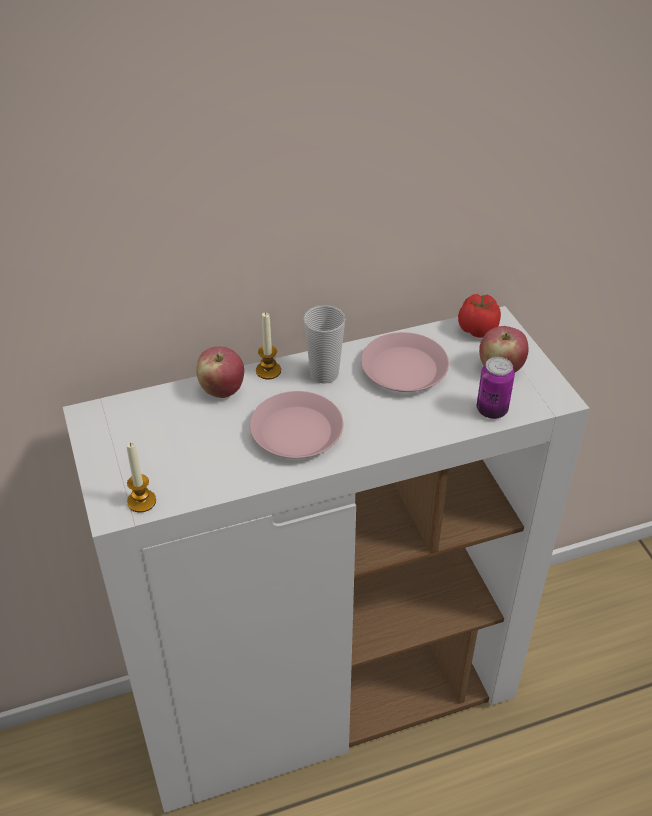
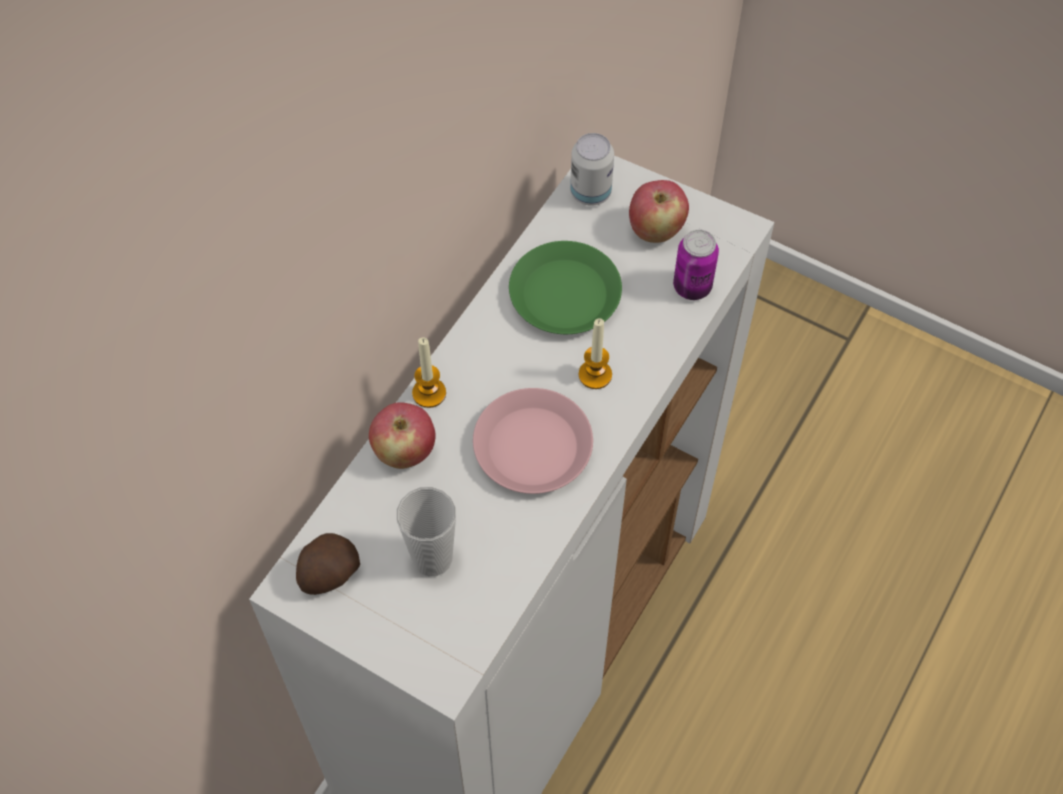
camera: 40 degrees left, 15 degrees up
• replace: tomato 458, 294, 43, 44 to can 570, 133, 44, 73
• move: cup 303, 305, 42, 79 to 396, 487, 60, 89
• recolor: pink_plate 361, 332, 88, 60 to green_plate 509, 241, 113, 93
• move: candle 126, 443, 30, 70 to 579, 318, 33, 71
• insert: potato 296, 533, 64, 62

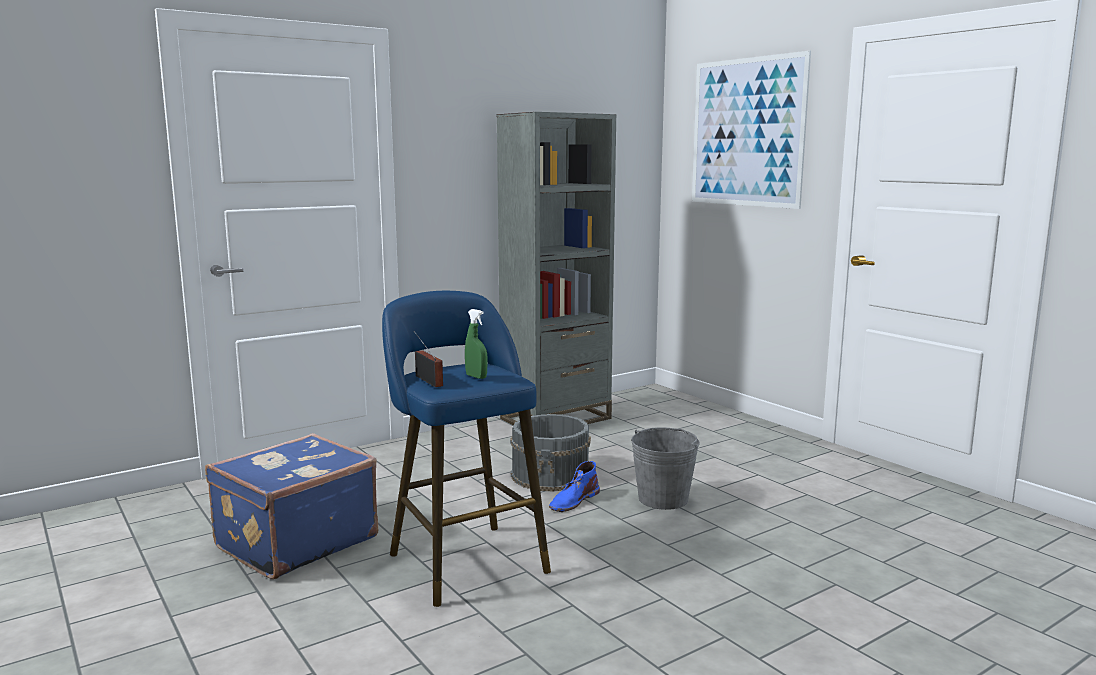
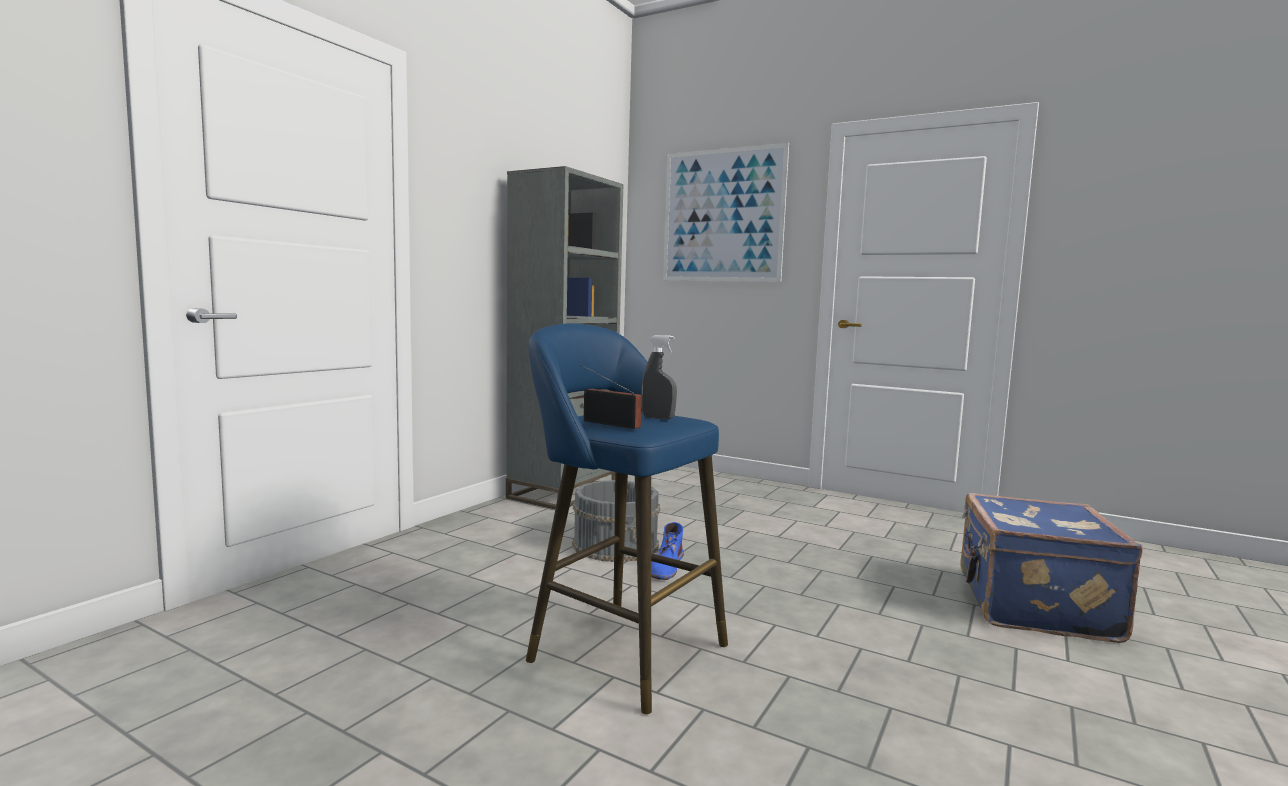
camera: 25 degrees left, 5 degrees down
• recolor: green_spray_bottle 465, 309, 22, 70 to grey_spray_bottle 641, 335, 36, 84
• delete: grey_bucket 631, 427, 68, 83
• move: blue_suitcase 205, 433, 173, 147 to 960, 493, 183, 150

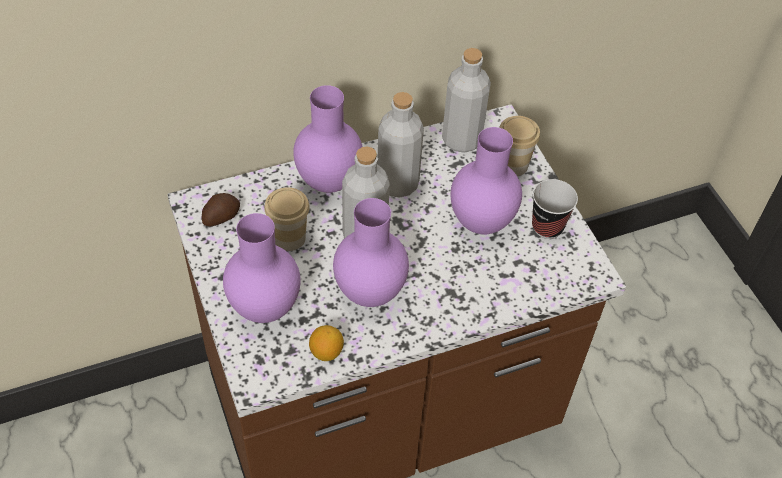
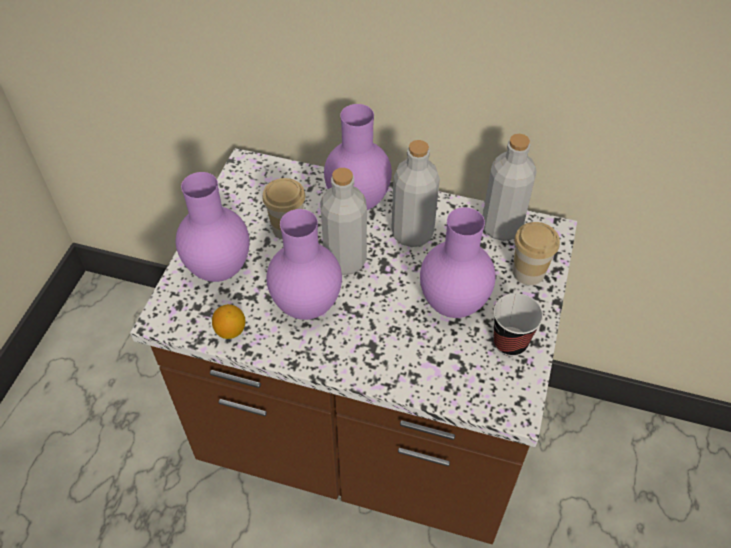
camera: 40 degrees right, 0 degrees up
• delete: potato 202, 193, 38, 34

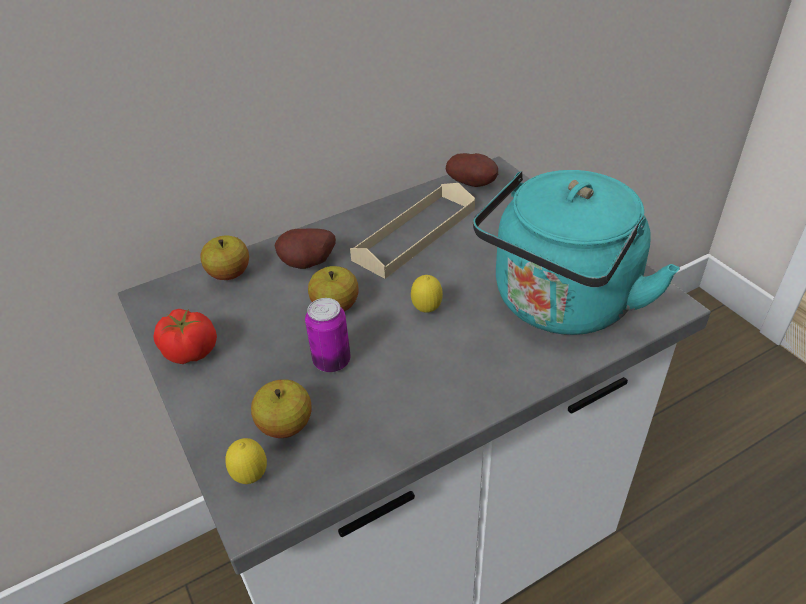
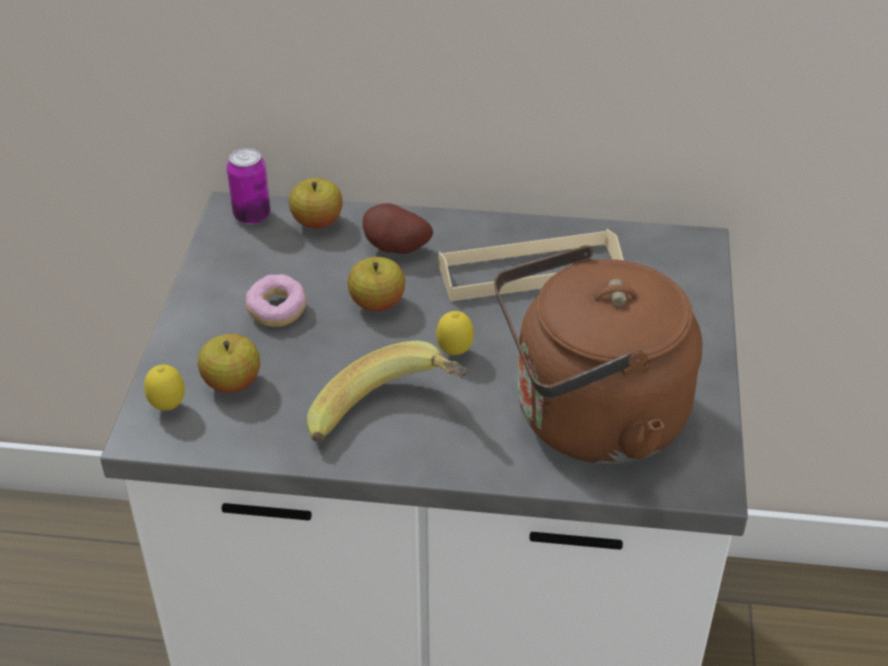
camera: 35 degrees right, 0 degrees up
• delete: potato 446, 153, 52, 34
• recolor: turquoise_kettle 473, 170, 207, 165 to brown_kettle 494, 245, 208, 219
• move: can 305, 298, 46, 74 to 227, 148, 43, 76
• delete: tomato 153, 309, 64, 55
• insert: donut 245, 274, 62, 53
• insert: banana 307, 341, 161, 102

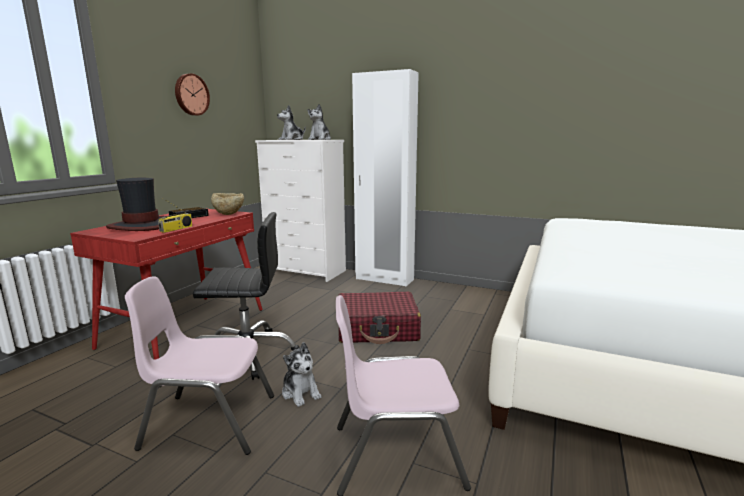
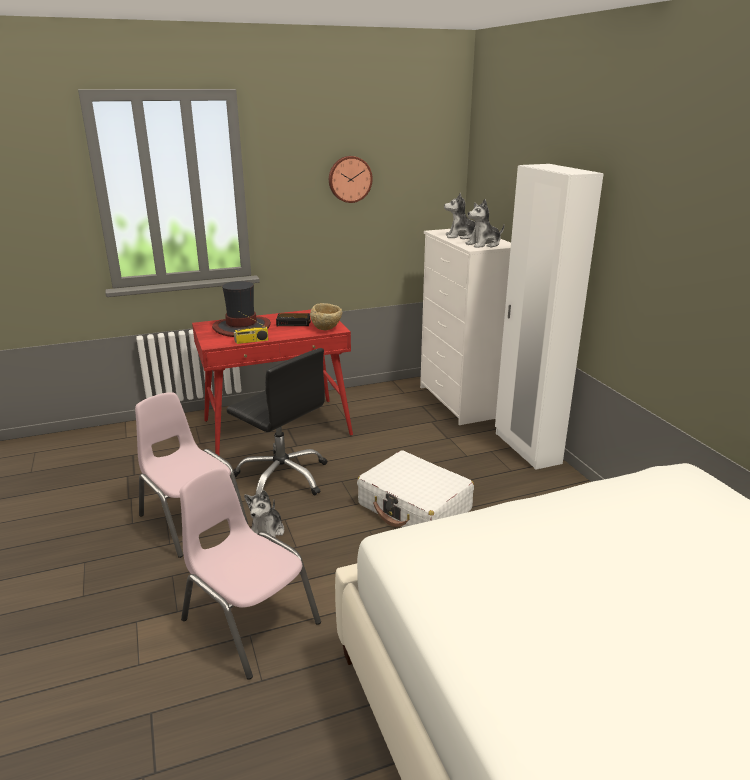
camera: 45 degrees right, 10 degrees up
• recolor: red_suitcase 338, 292, 83, 52 to white_suitcase 357, 450, 117, 77

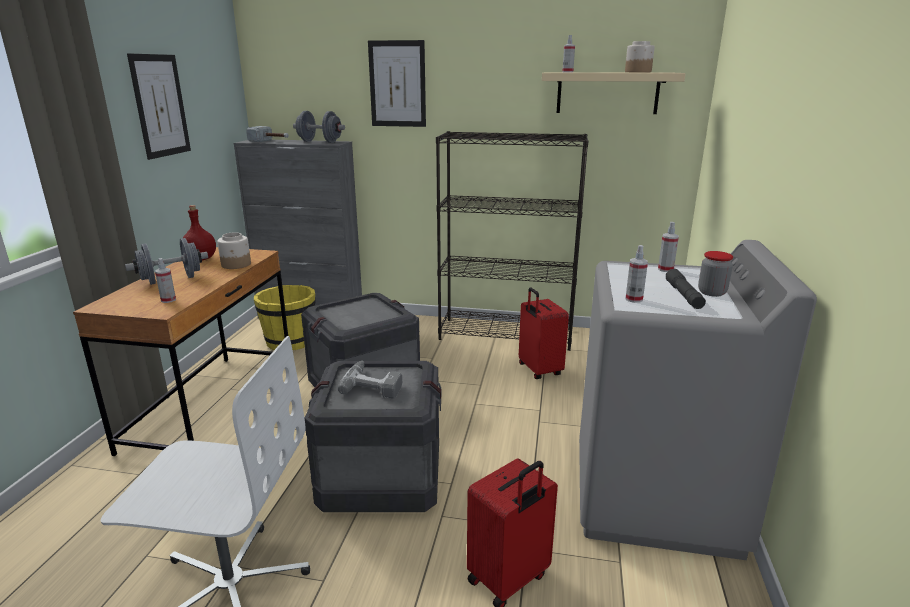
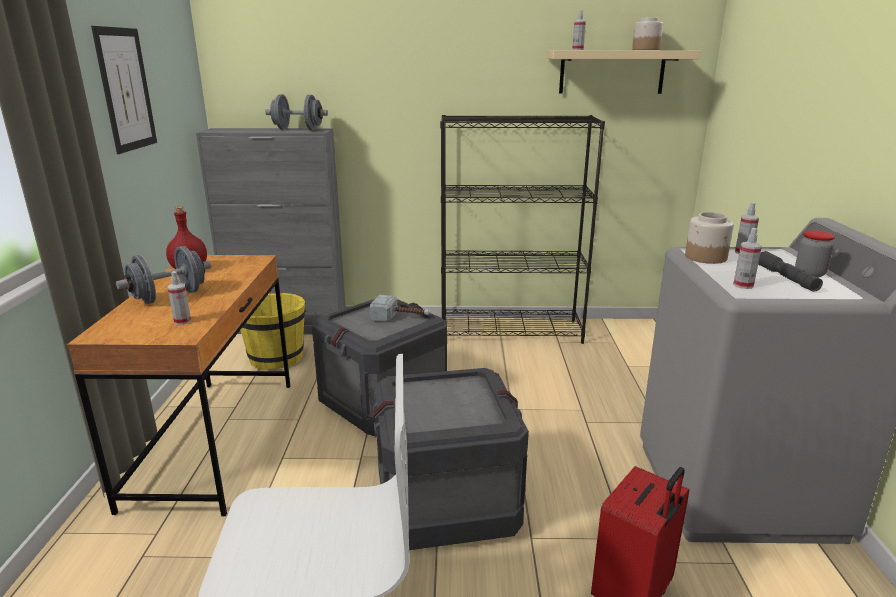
camera: 10 degrees left, 0 degrees up
• delete: picture 368, 40, 58, 87
• move: hammer 246, 126, 43, 16 to 370, 295, 60, 26
• move: jar 217, 232, 34, 37 to 685, 212, 49, 52
• delete: red_suitcase 519, 287, 50, 92
• delete: power_drill 338, 361, 64, 38

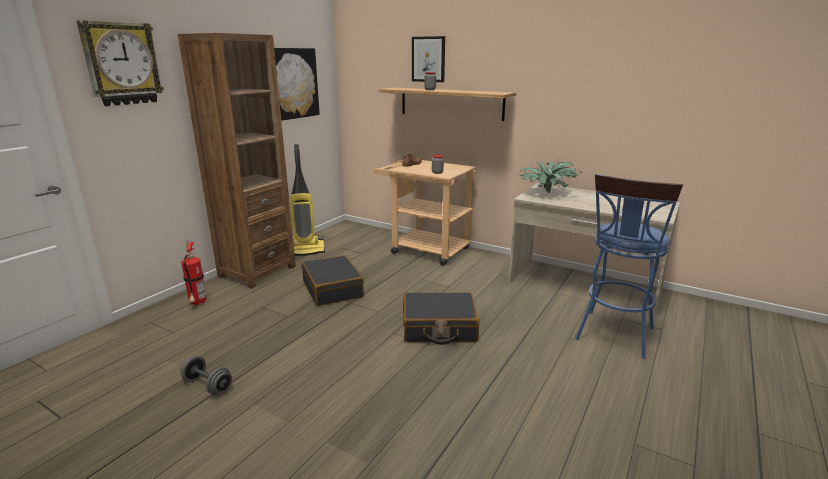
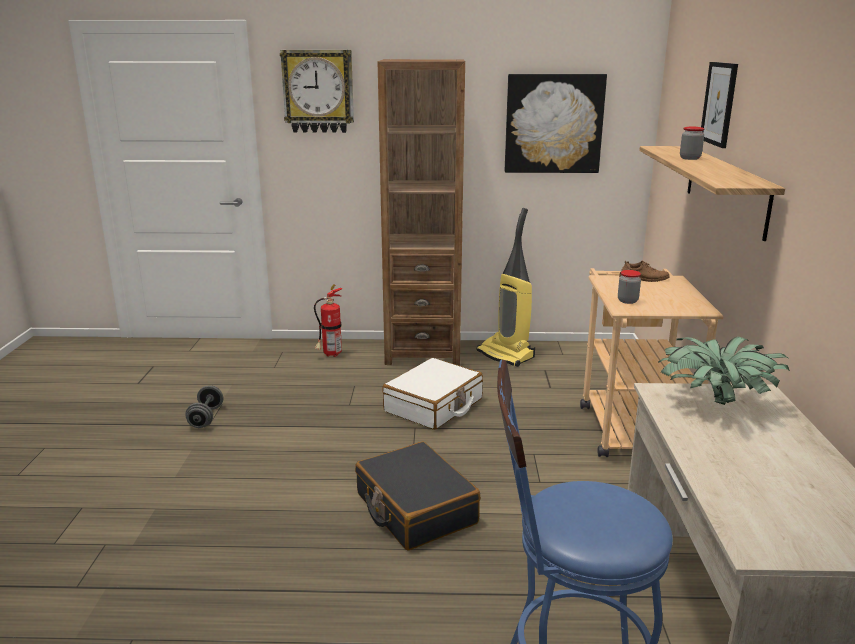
camera: 60 degrees right, 0 degrees up
• recolor: black_suitcase 302, 255, 62, 51 to white_suitcase 382, 358, 101, 72

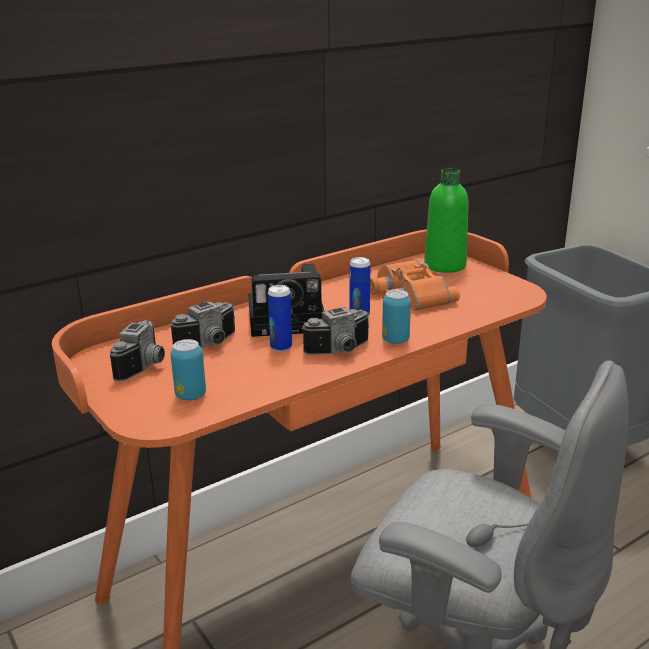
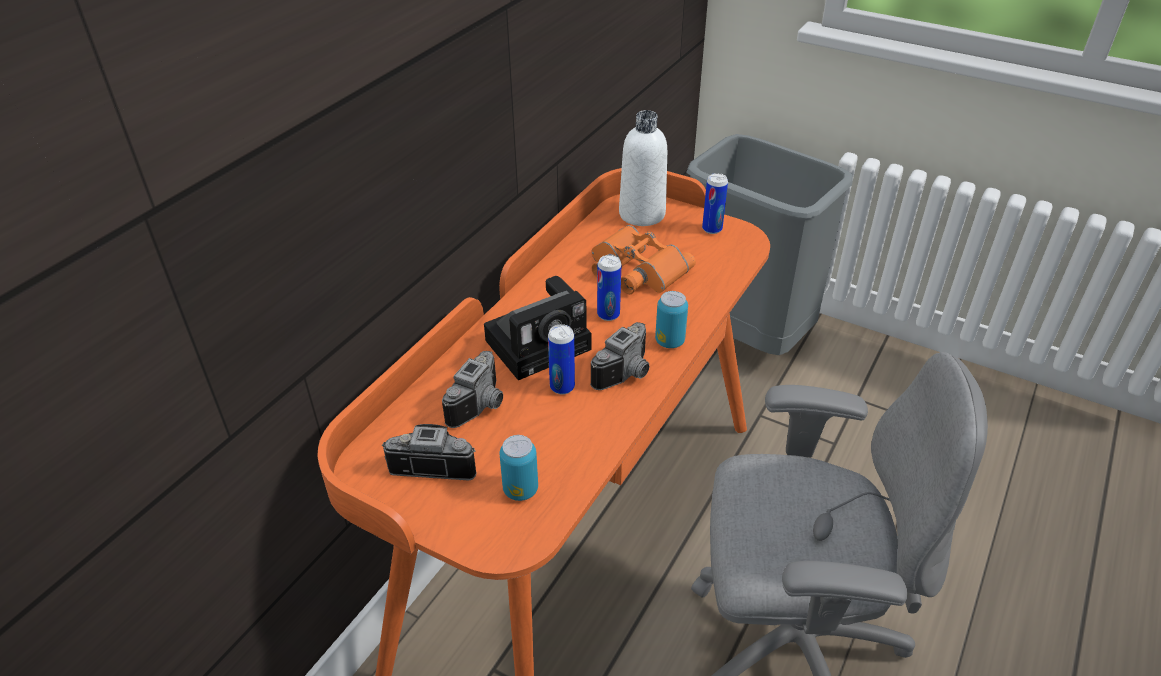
camera: 25 degrees left, 15 degrees up
• recolor: green_bottle 424, 168, 45, 105 to white_bottle 619, 110, 48, 116
• rotate: photo_camera 110, 320, 55, 61 = 382, 424, 94, 57 75 degrees counterclockwise
• insert: can 702, 173, 26, 61

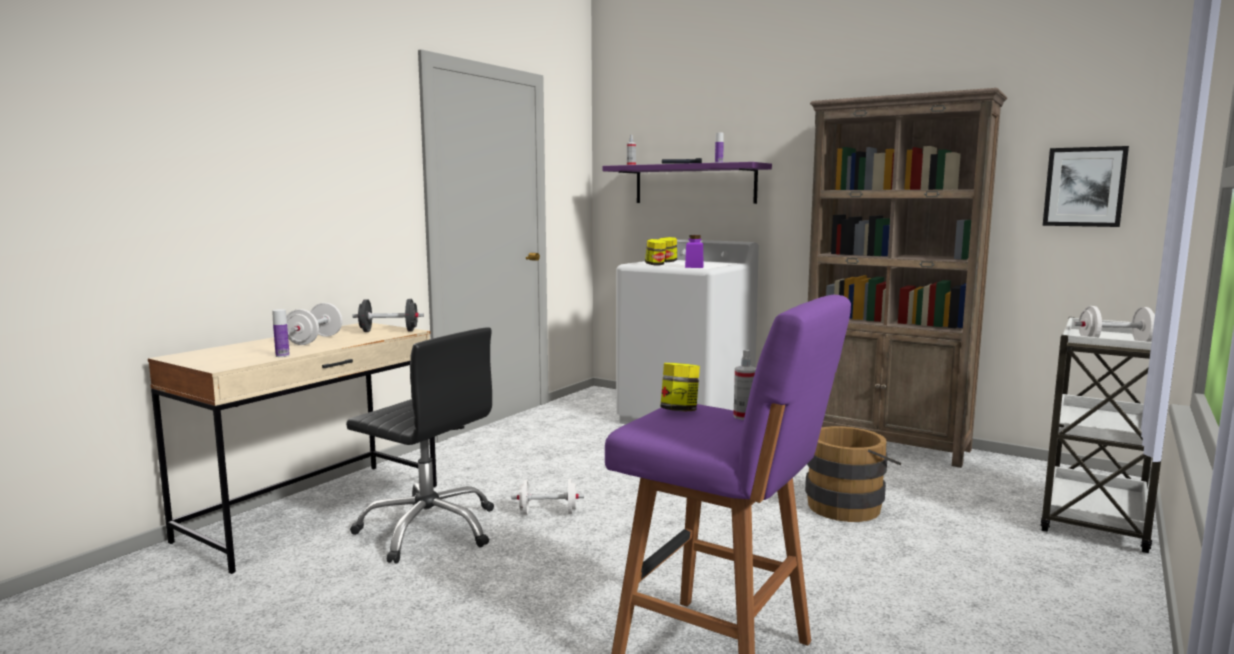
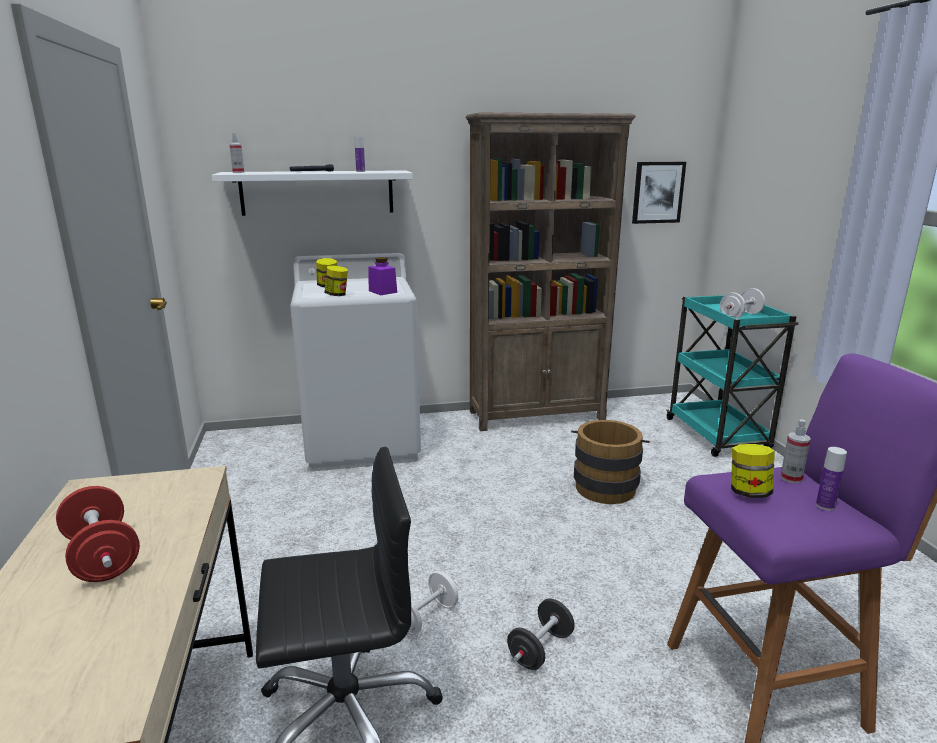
camera: 45 degrees left, 10 degrees up
• recolor: purple_shelf 602, 162, 170, 42 to white_shelf 212, 170, 201, 46
• move: black_dumbbell 352, 299, 72, 33 to 507, 599, 68, 71
• recolor: white_dumbbell 287, 303, 55, 42 to red_dumbbell 56, 486, 84, 96
• move: bottle 272, 309, 18, 48 to 816, 447, 31, 64
• recolor: white_cart 1041, 317, 135, 236 to turquoise_cart 666, 295, 133, 162

